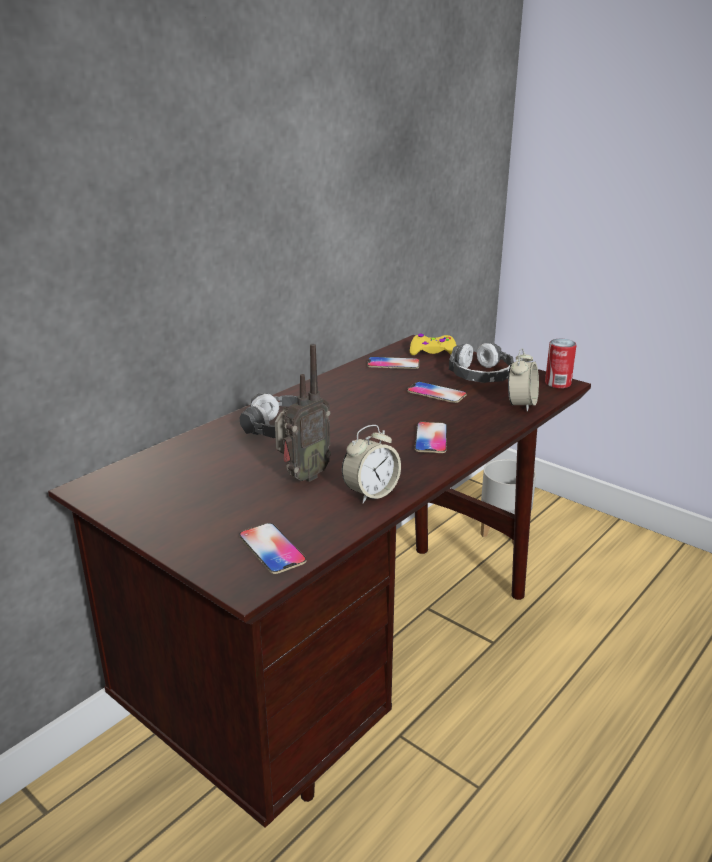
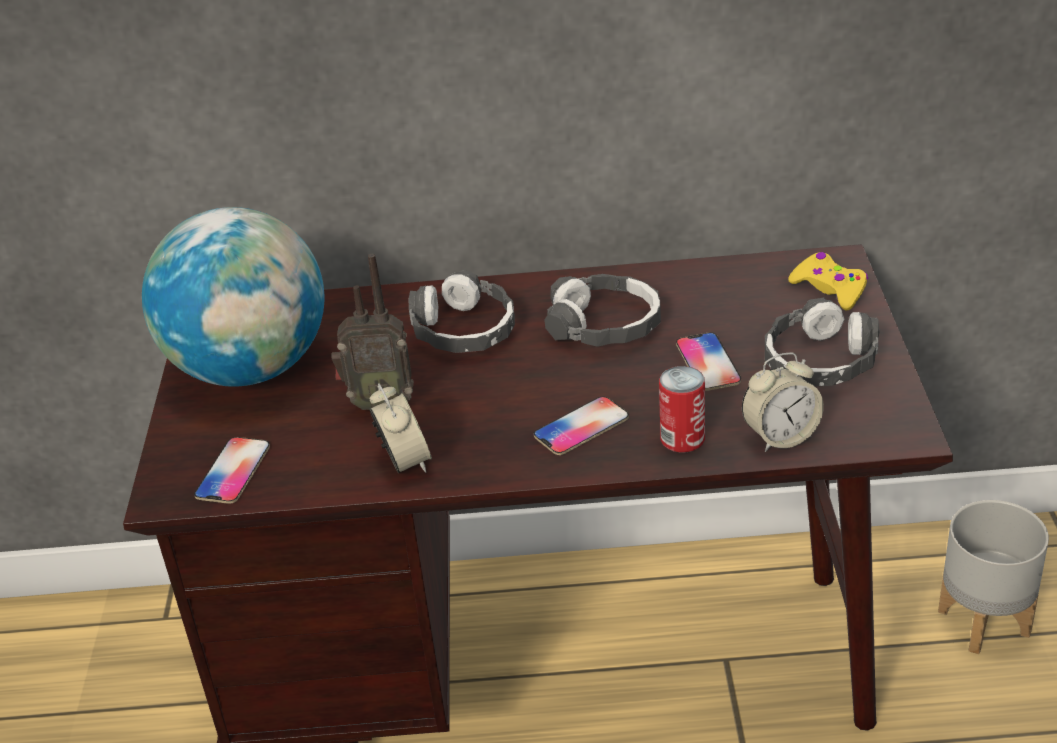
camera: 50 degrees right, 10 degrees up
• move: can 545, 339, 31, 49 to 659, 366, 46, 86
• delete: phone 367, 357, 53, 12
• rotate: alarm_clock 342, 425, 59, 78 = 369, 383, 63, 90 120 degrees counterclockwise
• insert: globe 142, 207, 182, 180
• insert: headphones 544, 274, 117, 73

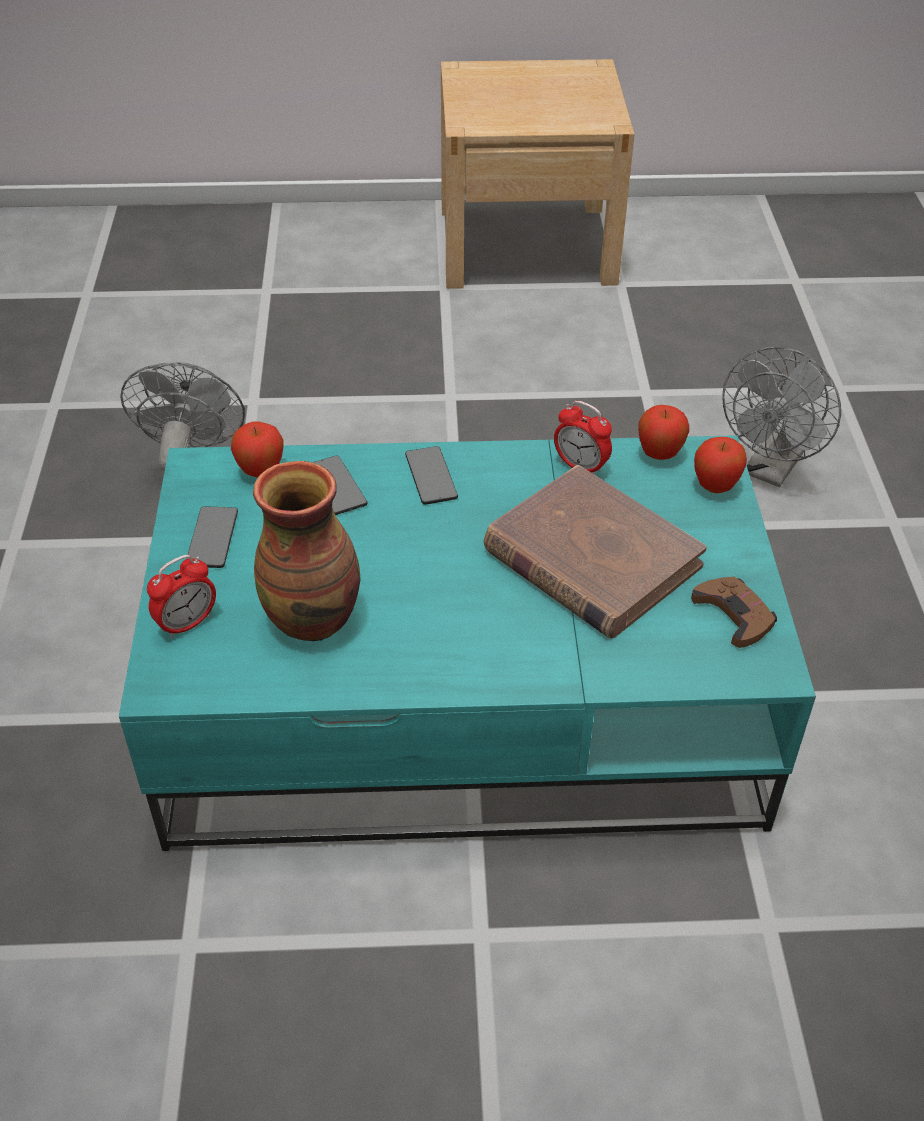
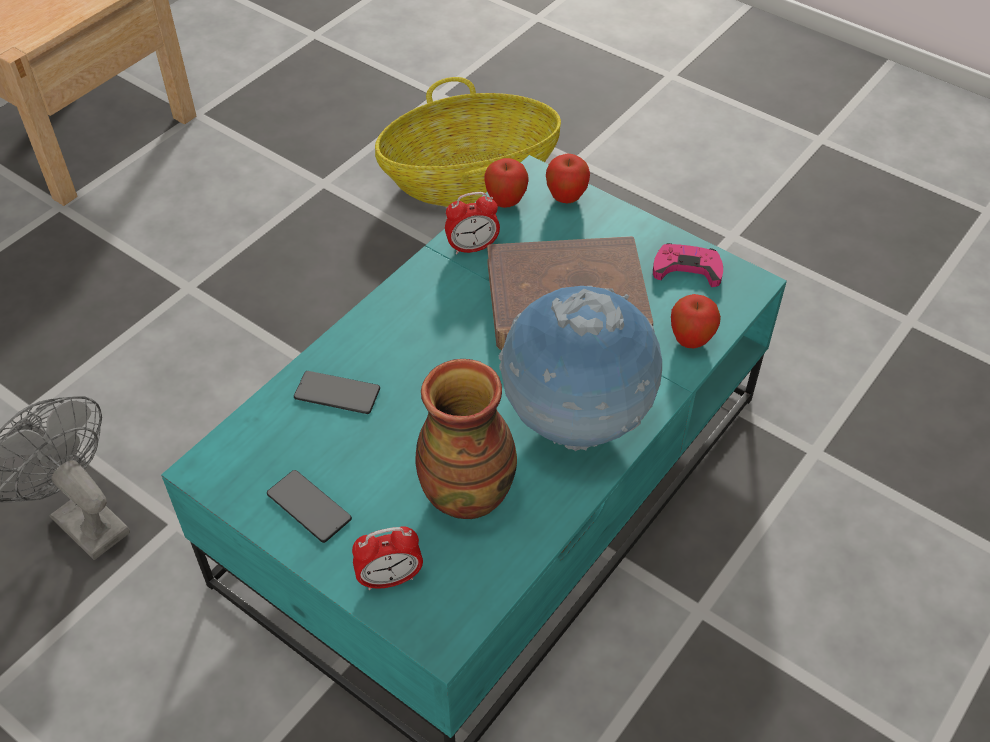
camera: 50 degrees left, 5 degrees up
• replace: grey_fan 722, 346, 119, 141 to basket 375, 77, 186, 130
• move: apple 231, 421, 52, 56 to 671, 294, 50, 54
• delete: phone 405, 446, 53, 59
• rotate: alarm_clock 147, 555, 69, 83 = 352, 526, 71, 64 75 degrees clockwise
• recolor: brown_game_controller 691, 577, 86, 71 to pink_game_controller 653, 243, 70, 44
• insert: globe 499, 286, 163, 165

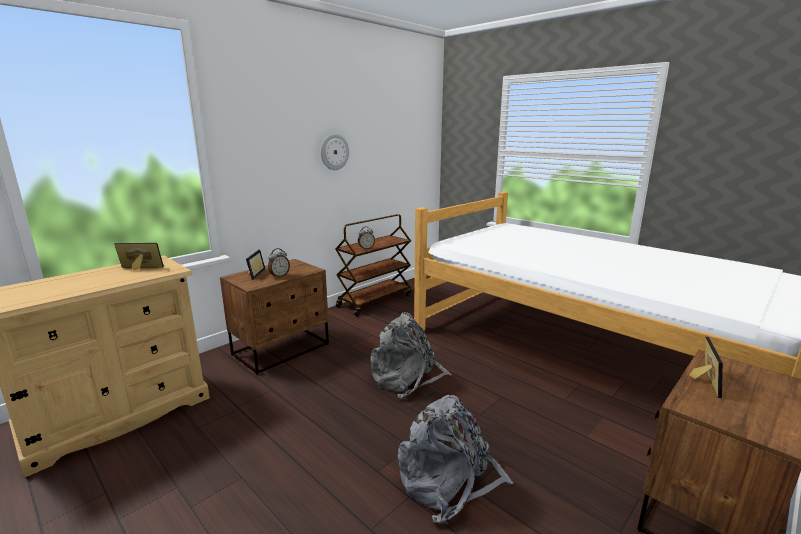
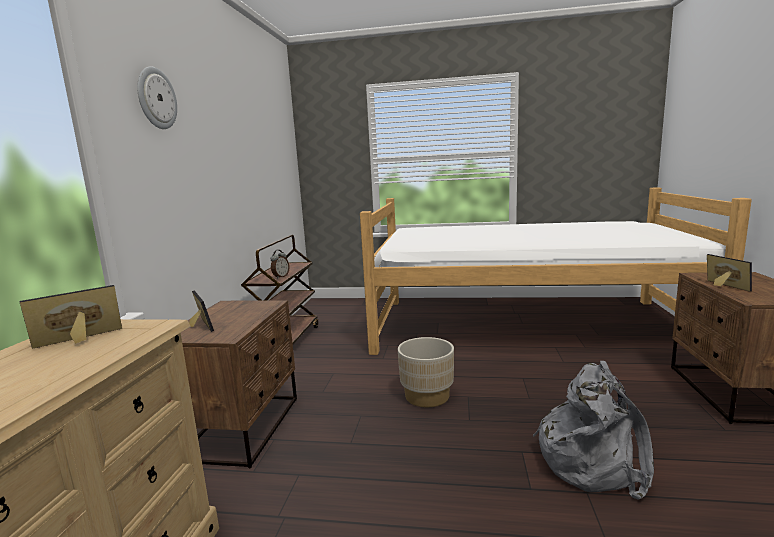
camera: 35 degrees left, 5 degrees down
• move: wall_clock 321, 134, 28, 36 to 137, 66, 40, 63
• delete: alarm_clock 268, 248, 22, 30
• replace: grey_backpack 371, 312, 81, 86 to beige_planter 398, 337, 56, 70

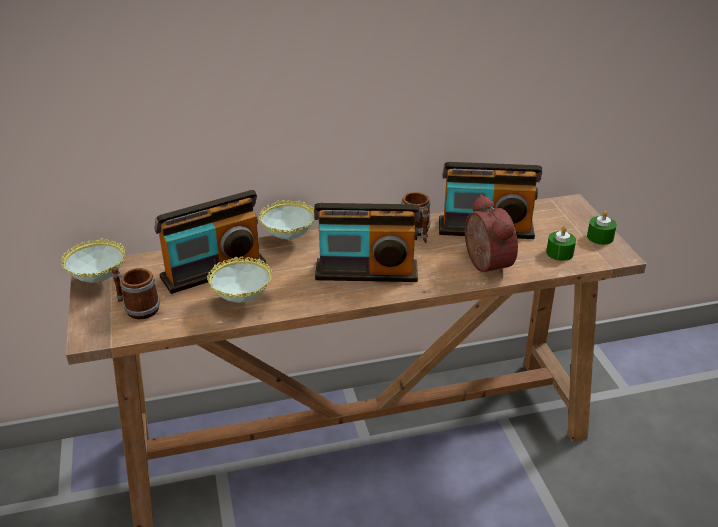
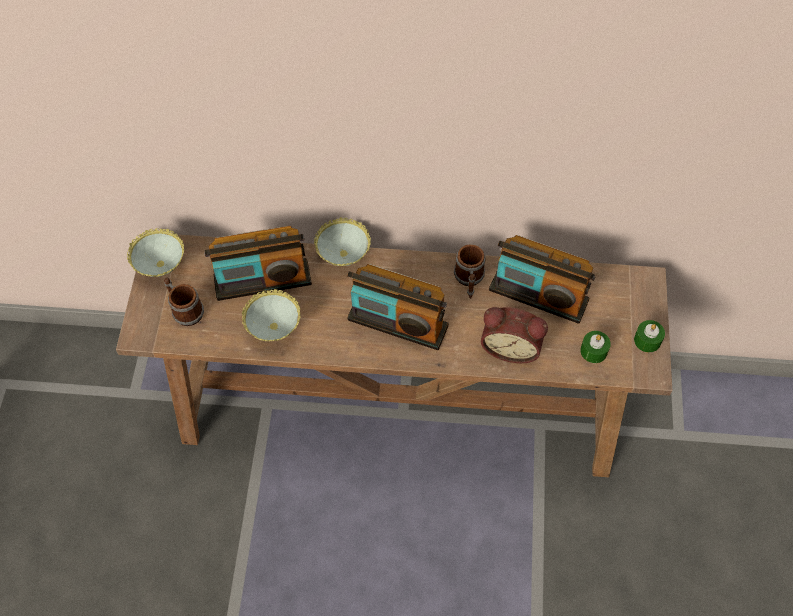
camera: 20 degrees right, 25 degrees up
• rotate: alarm_clock 465, 194, 53, 83 = 481, 307, 67, 56 105 degrees clockwise

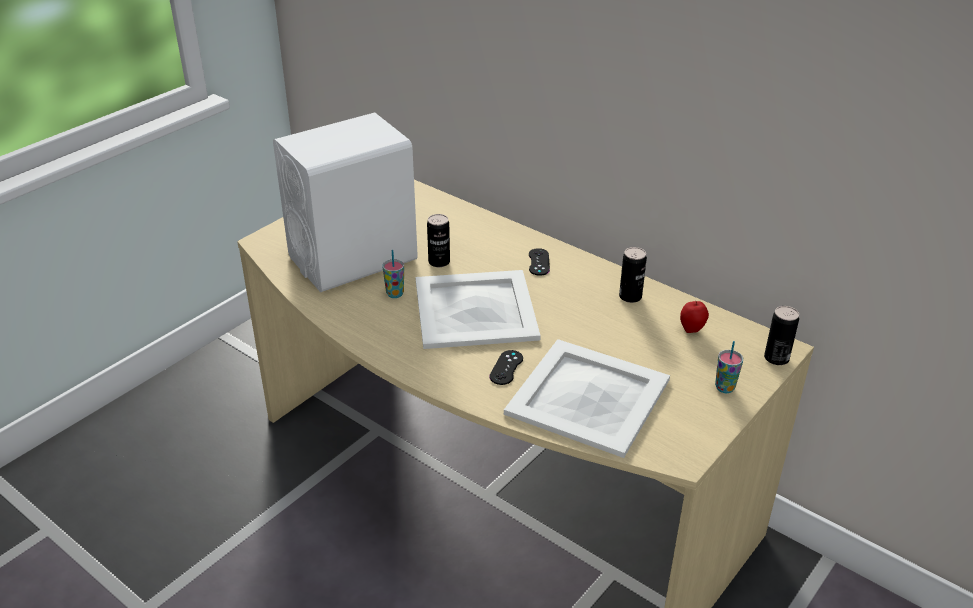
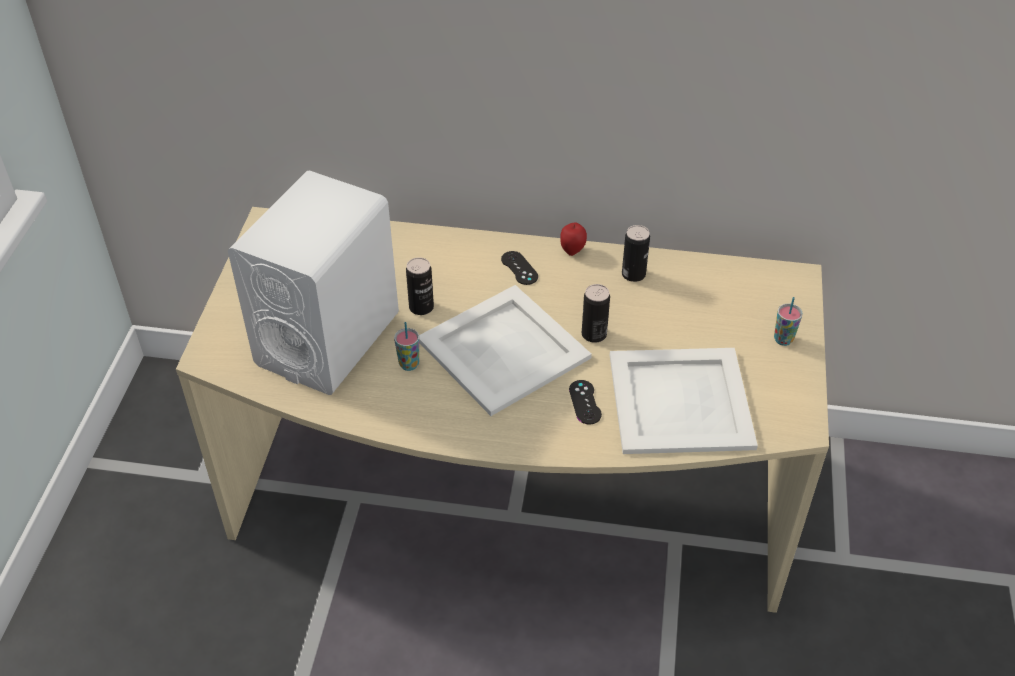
camera: 30 degrees left, 10 degrees up
• move: apple 680, 301, 29, 32 to 560, 223, 27, 33
• move: can 764, 306, 35, 59 to 582, 284, 28, 59

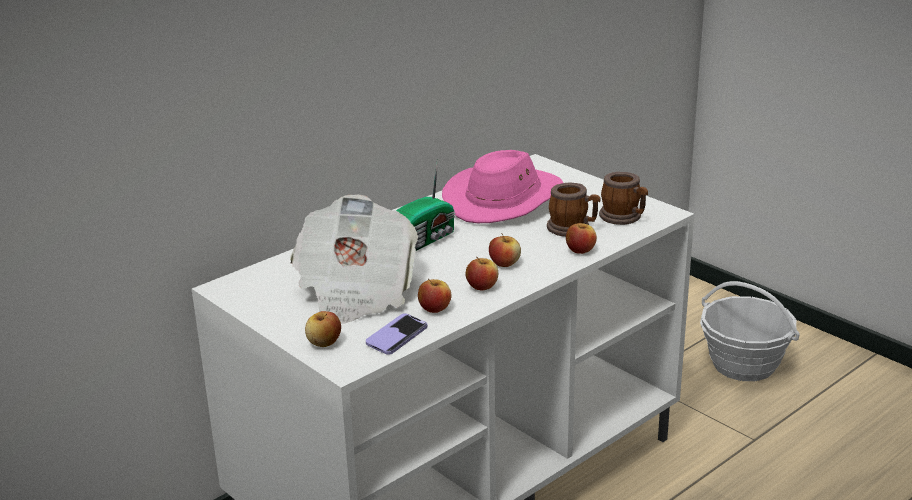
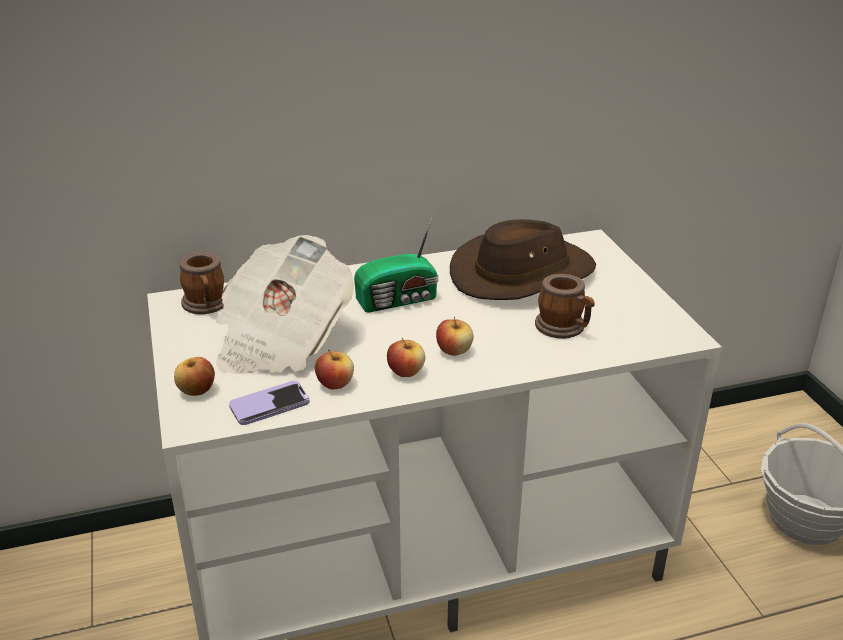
camera: 25 degrees right, 5 degrees up
• recolor: pink_hat 442, 150, 122, 73 to brown_hat 450, 219, 146, 81
• move: mug 599, 172, 49, 53 to 180, 252, 44, 62
• delete: apple 566, 222, 31, 32

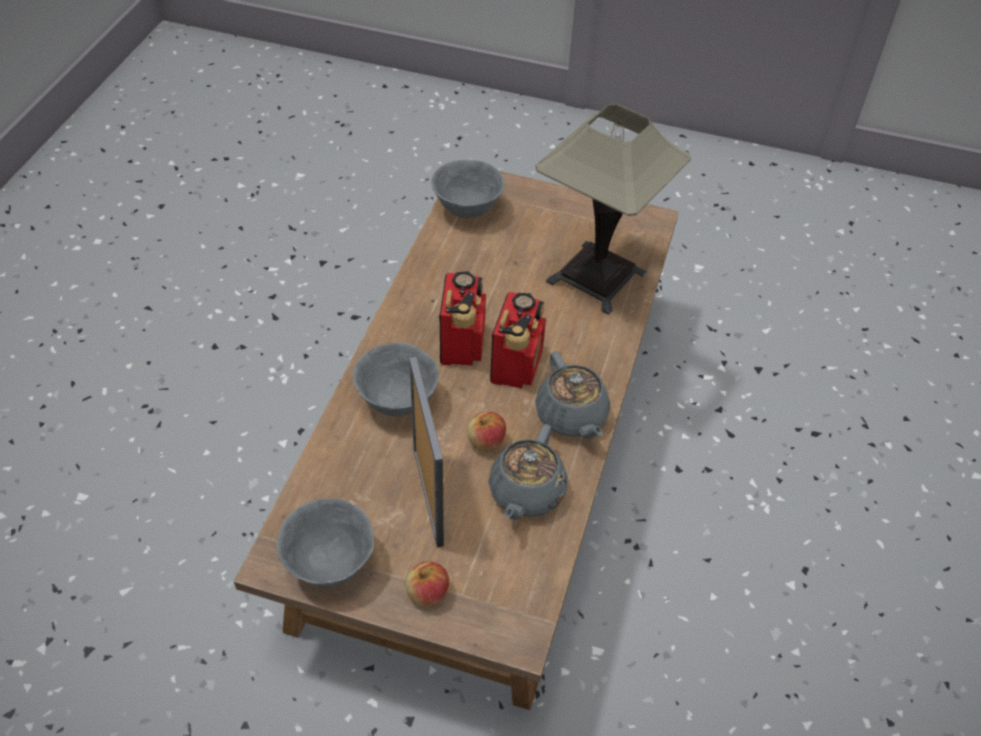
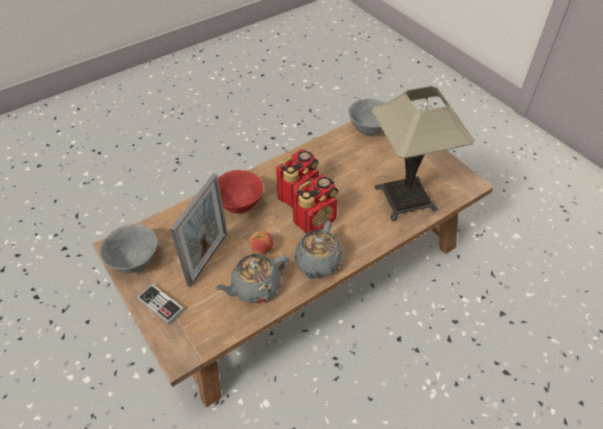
camera: 40 degrees right, 0 degrees up
• recolor: grey_bowl 353, 342, 86, 74 to red_bowl 218, 170, 45, 43
• replace: apple 405, 561, 44, 47 to game_controller 137, 284, 47, 40

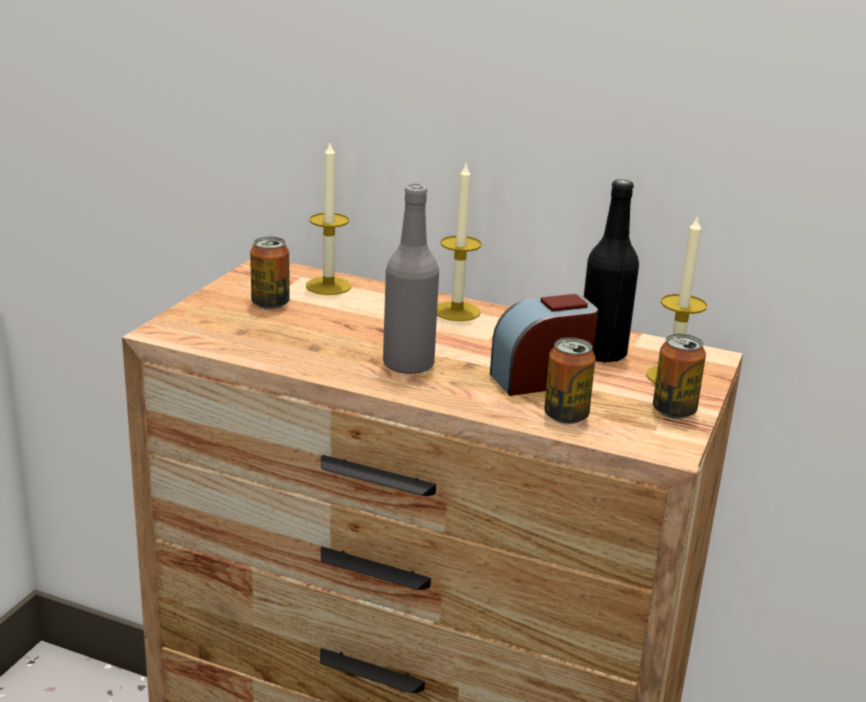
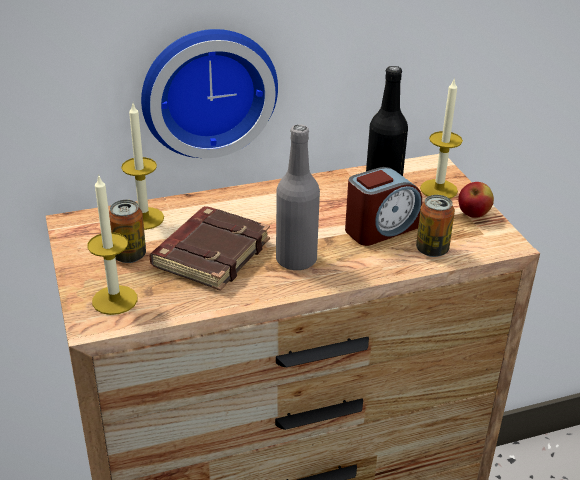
camera: 40 degrees left, 10 degrees up
• move: candle 437, 164, 45, 157 to 87, 174, 51, 141
• rotate: alarm_clock 490, 294, 108, 102 = 345, 167, 77, 79 150 degrees counterclockwise
• replace: can 653, 334, 53, 85 to apple 458, 182, 36, 36
• insert: wall_clock 141, 29, 137, 129
• insert: brown_book 149, 206, 121, 85

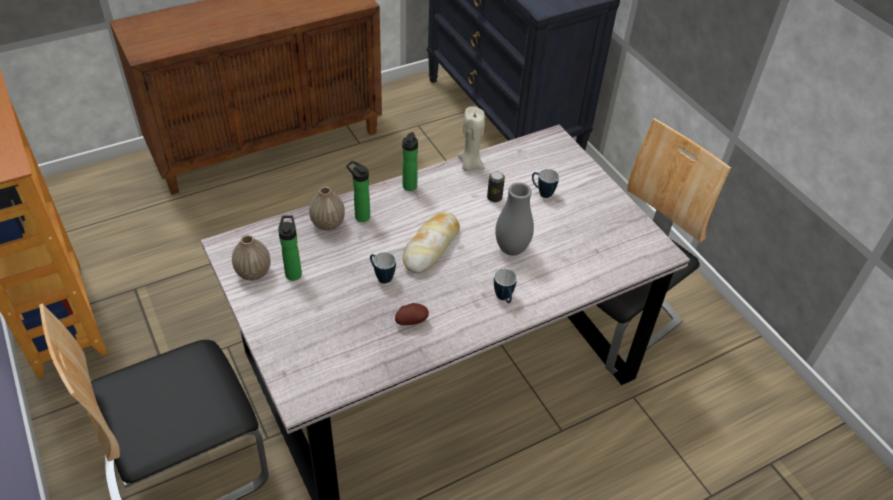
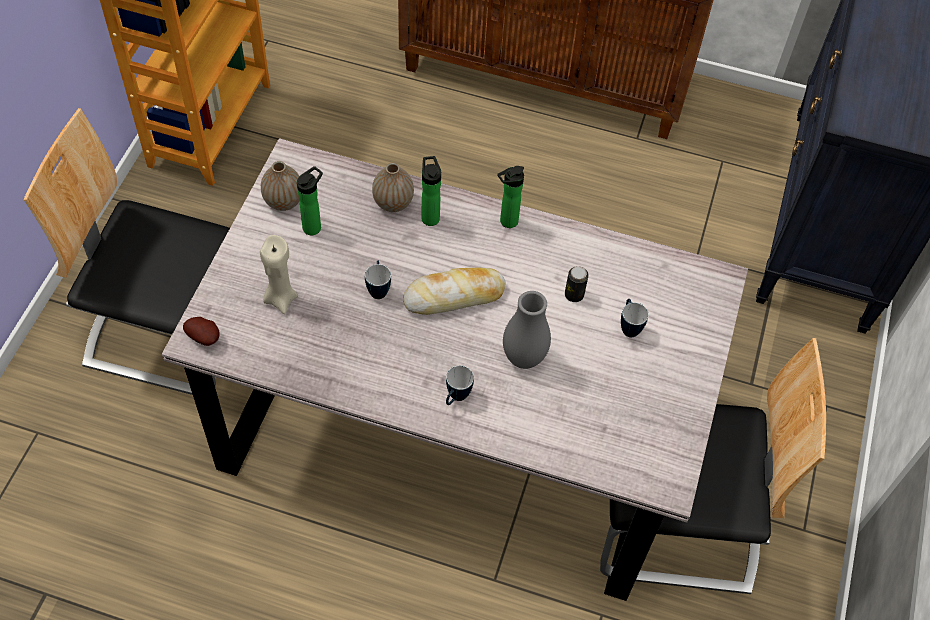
camera: 45 degrees right, 10 degrees up
• move: beige_candle 458, 107, 27, 65 to 260, 235, 38, 79
• move: potato 395, 303, 34, 22 to 183, 317, 37, 29

